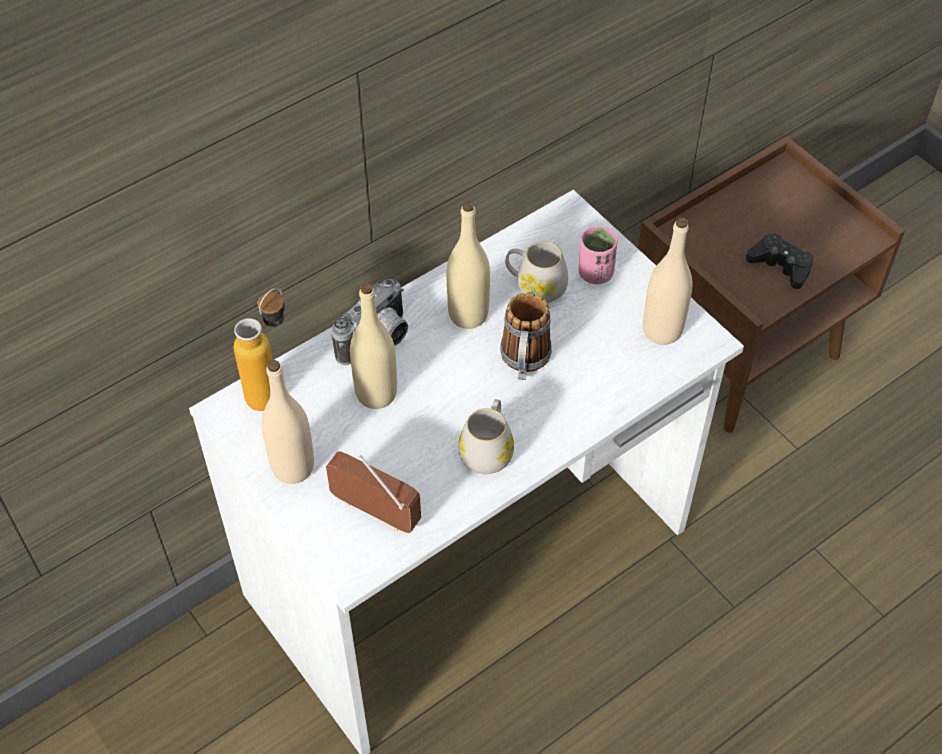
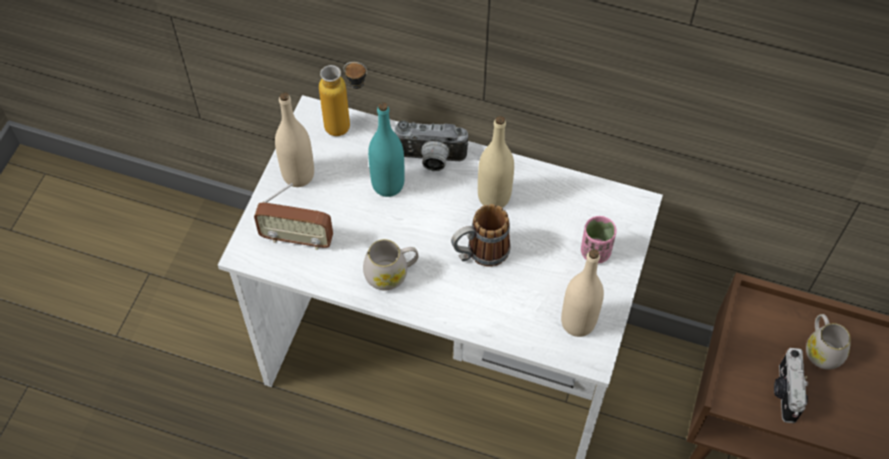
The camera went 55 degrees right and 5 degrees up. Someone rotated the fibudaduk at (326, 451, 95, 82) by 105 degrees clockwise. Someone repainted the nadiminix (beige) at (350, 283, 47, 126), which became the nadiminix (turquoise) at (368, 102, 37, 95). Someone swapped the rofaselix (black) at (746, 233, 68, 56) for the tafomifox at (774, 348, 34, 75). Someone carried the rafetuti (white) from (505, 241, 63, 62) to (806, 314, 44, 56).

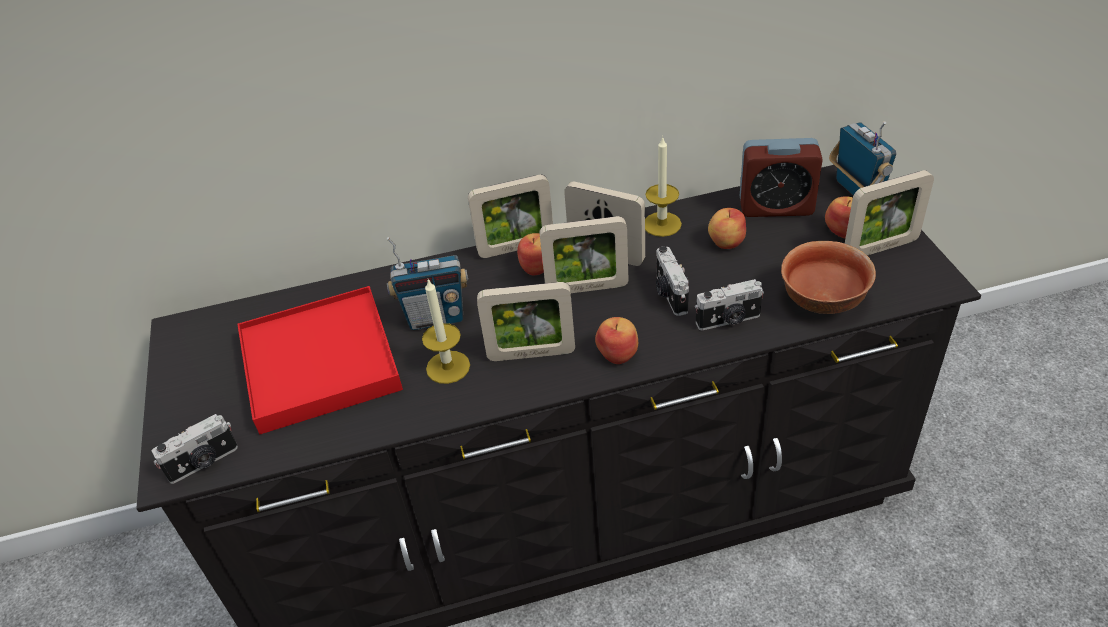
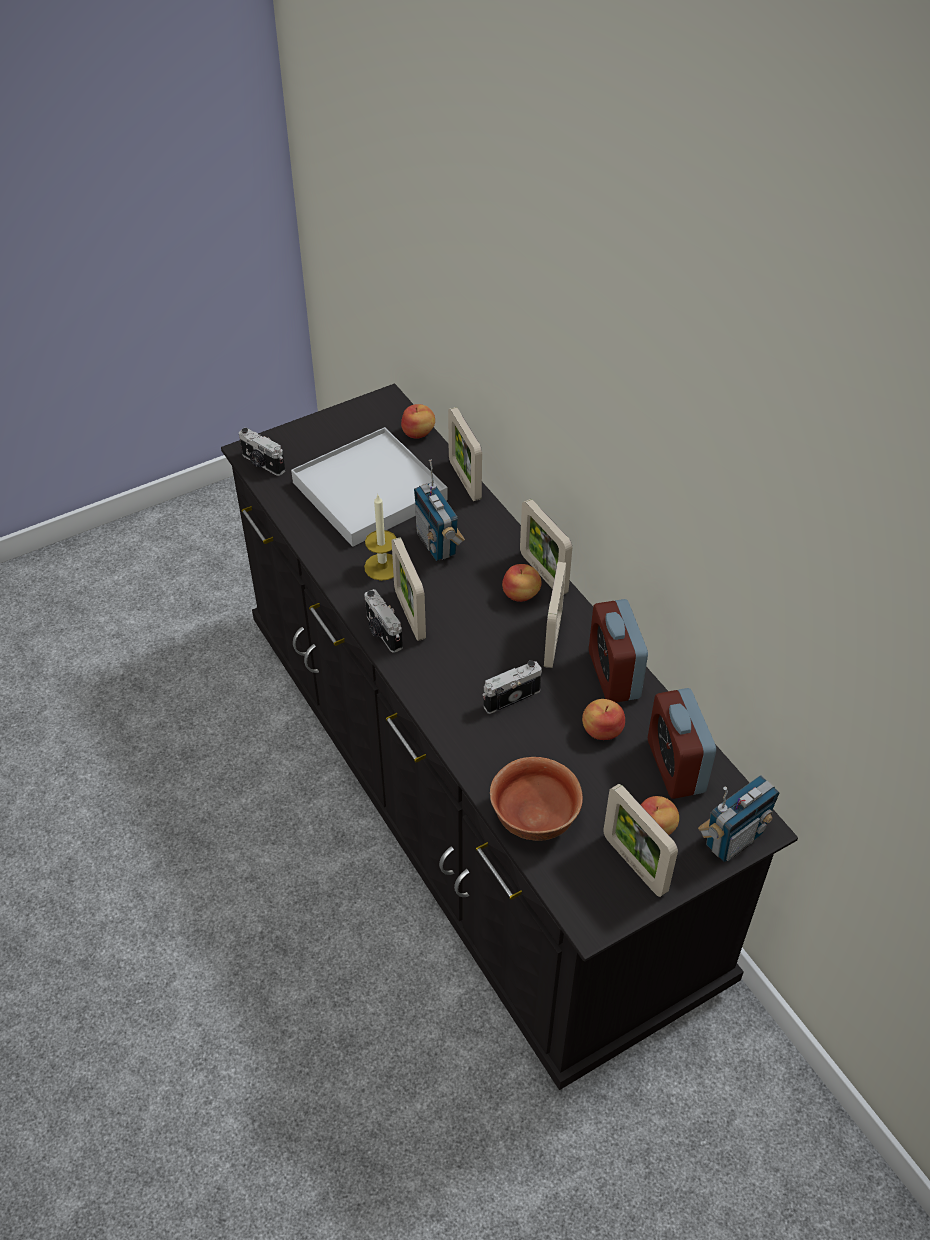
The camera went 70 degrees right and 5 degrees up. Someone repainted the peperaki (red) at (237, 286, 166, 148), which became the peperaki (white) at (291, 427, 157, 120). Someone carried the tafomifox from (695, 279, 69, 51) to (364, 589, 39, 64). Someone carried the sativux from (595, 317, 43, 47) to (401, 404, 34, 35). Someone carried the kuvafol from (539, 216, 89, 77) to (448, 407, 34, 94). Someone swapped the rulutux at (645, 137, 37, 100) for the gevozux at (589, 599, 59, 103).

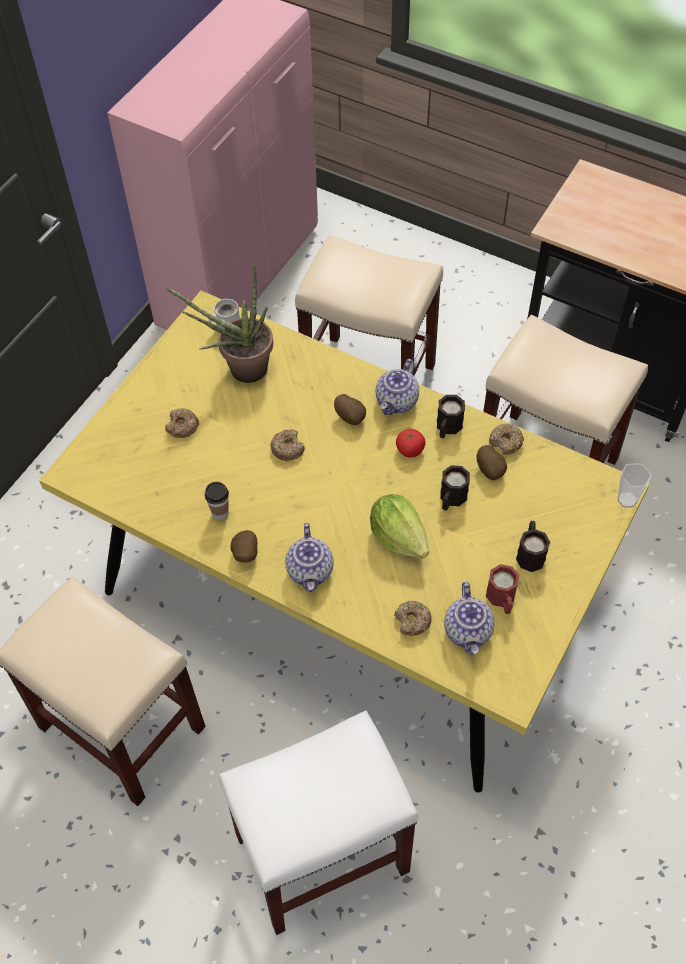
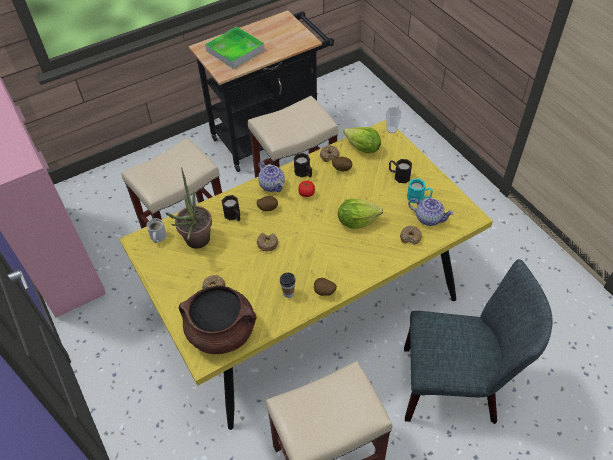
The camera went 60 degrees left and 5 degrees down. Someone put down the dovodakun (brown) at (179, 285, 78, 69). Someone put down the peperaki at (205, 26, 60, 43). Someone carried the rafetuti (black) from (440, 465, 30, 46) to (222, 195, 18, 26). Someone put down the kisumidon at (343, 127, 38, 26). Someone swapped the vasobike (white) at (218, 710, 200, 225) for the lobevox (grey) at (404, 259, 149, 165). Someone repainted the rafetuti (red) at (486, 564, 33, 50), which became the rafetuti (turquoise) at (407, 179, 26, 24). Someone took away the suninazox at (285, 523, 49, 69).

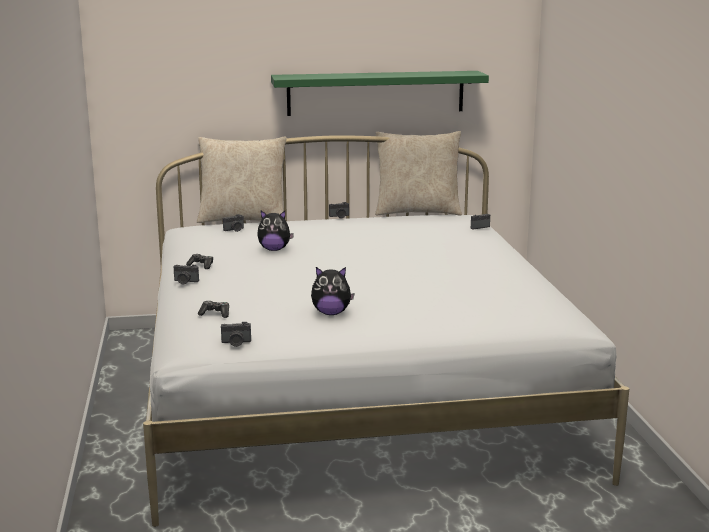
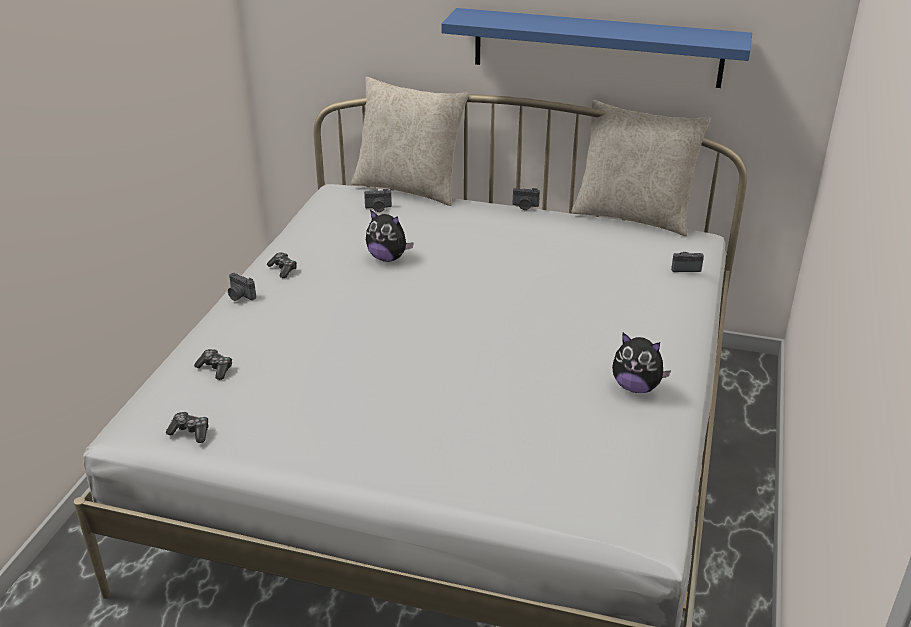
The camera went 25 degrees right and 15 degrees up. Someone swapped the tafomifox at (221, 322, 30, 25) for the rofaselix at (166, 412, 42, 31). Someone repainted the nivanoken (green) at (271, 71, 218, 45), which became the nivanoken (blue) at (441, 8, 311, 80). Someone carried the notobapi from (311, 267, 44, 48) to (612, 333, 59, 60).

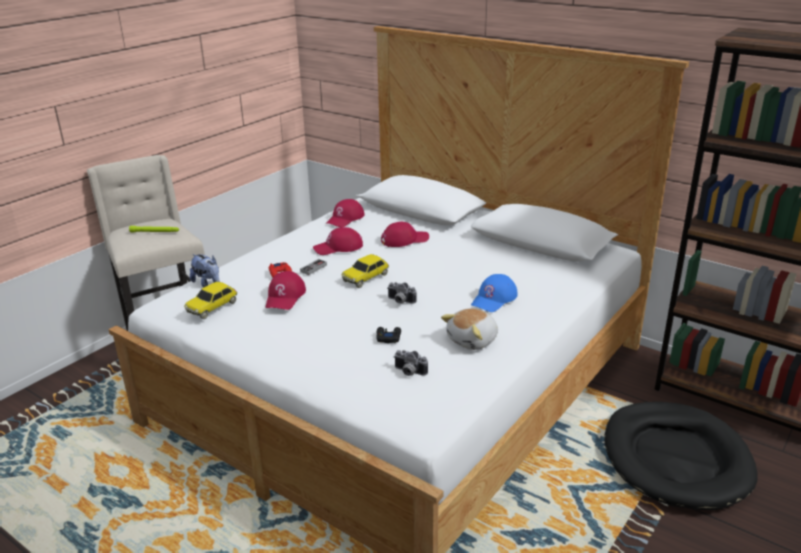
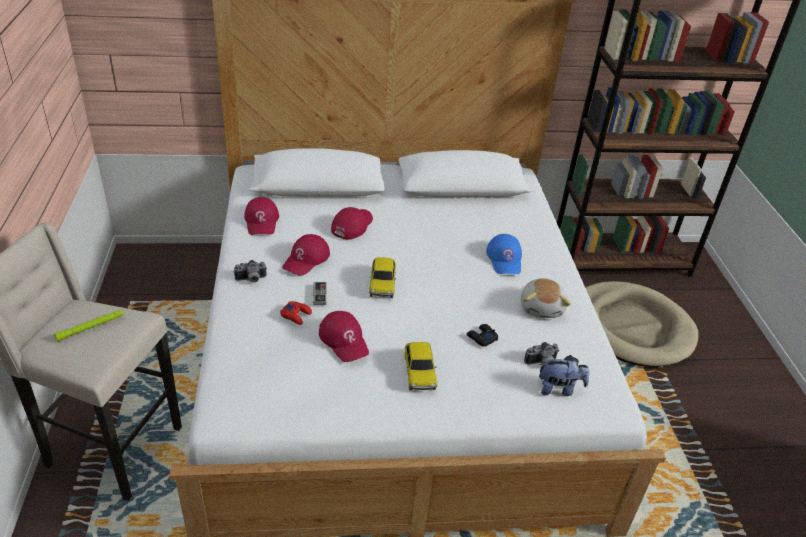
The camera went 45 degrees left and 10 degrees up. Someone carried the tafomifox from (388, 282, 29, 22) to (234, 260, 33, 23). Someone carried the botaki from (184, 282, 53, 37) to (405, 342, 32, 49). Someone carried the notobapi from (190, 254, 29, 34) to (539, 355, 51, 41). Someone repainted the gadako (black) at (605, 402, 153, 108), which became the gadako (beige) at (585, 281, 113, 86).

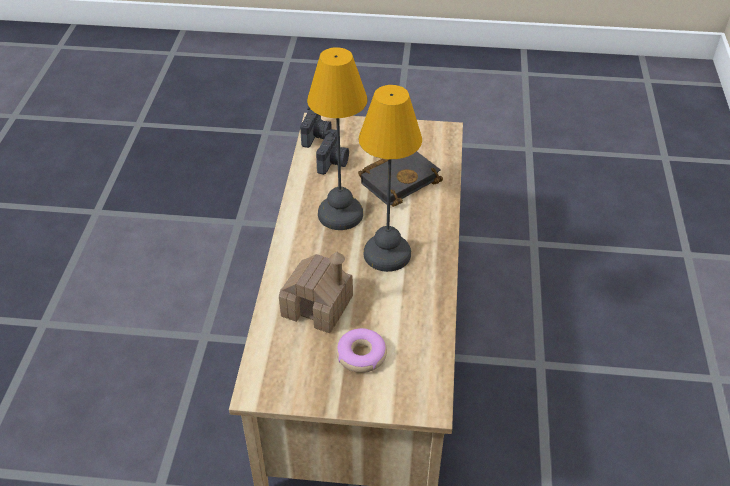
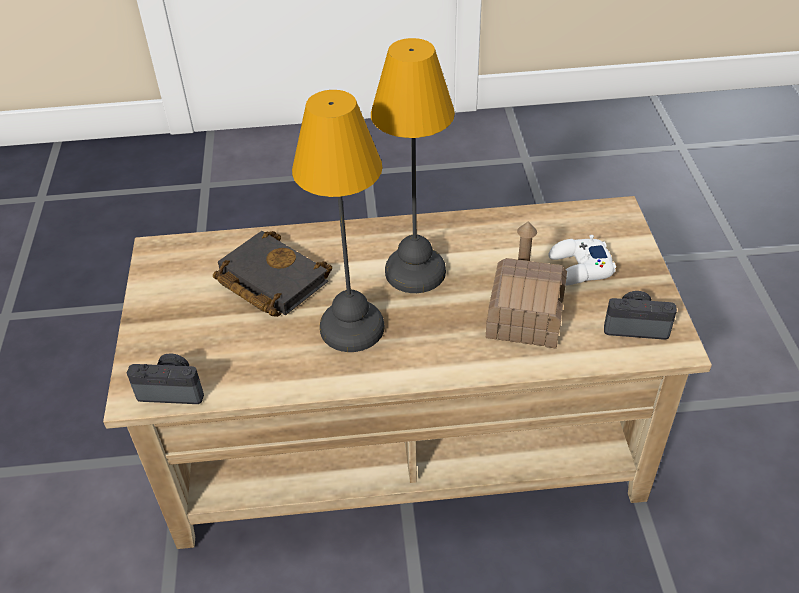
The camera went 100 degrees left and 0 degrees up. Someone swapped the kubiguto at (336, 328, 51, 45) for the rofaselix (white) at (549, 235, 67, 51). Someone carried the tafomifox from (316, 129, 33, 46) to (604, 291, 73, 49).

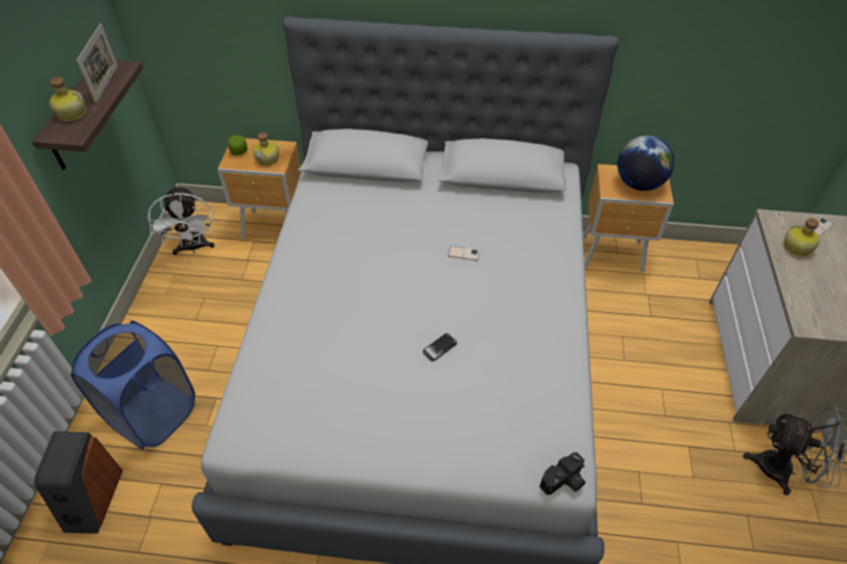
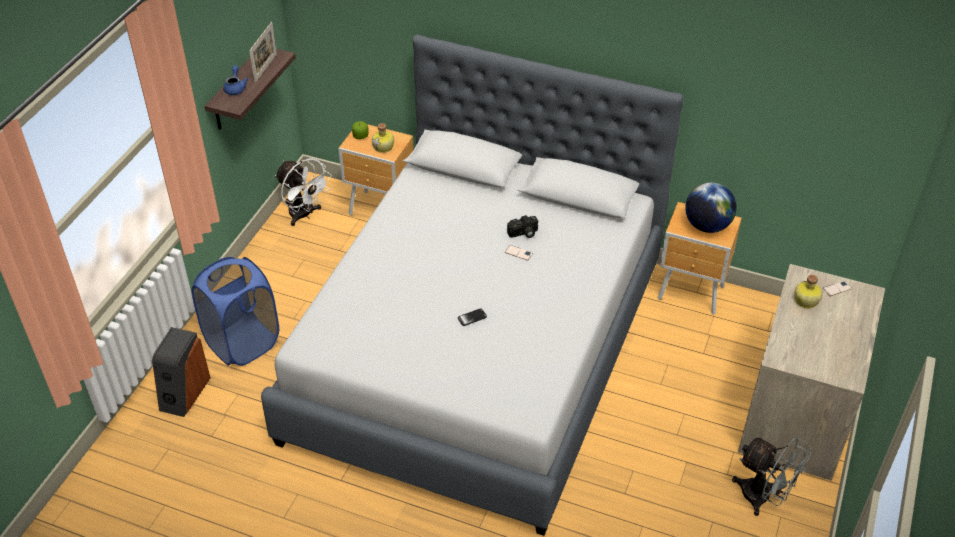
The camera went 15 degrees right and 5 degrees down. Someone swapped the nadiminix at (49, 77, 37, 44) for the suninazox (blue) at (223, 66, 25, 29). Someone rotated the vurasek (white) at (148, 185, 67, 70) by 45 degrees counterclockwise. Someone carried the tafomifox from (540, 452, 46, 43) to (507, 215, 31, 23).

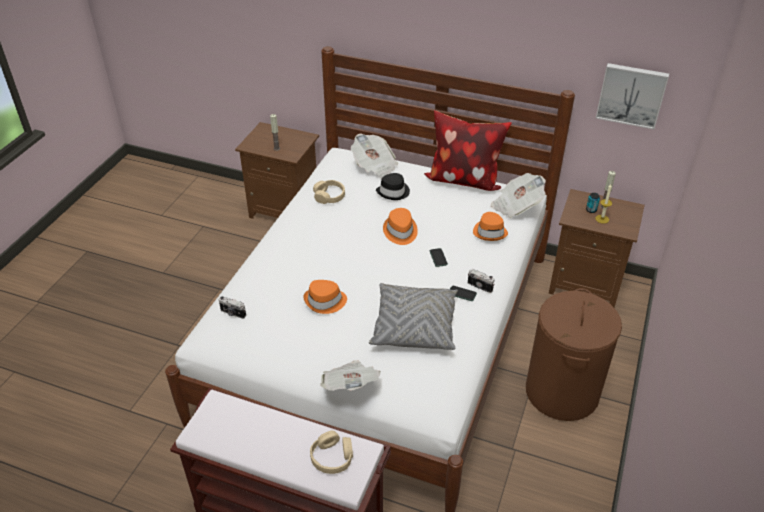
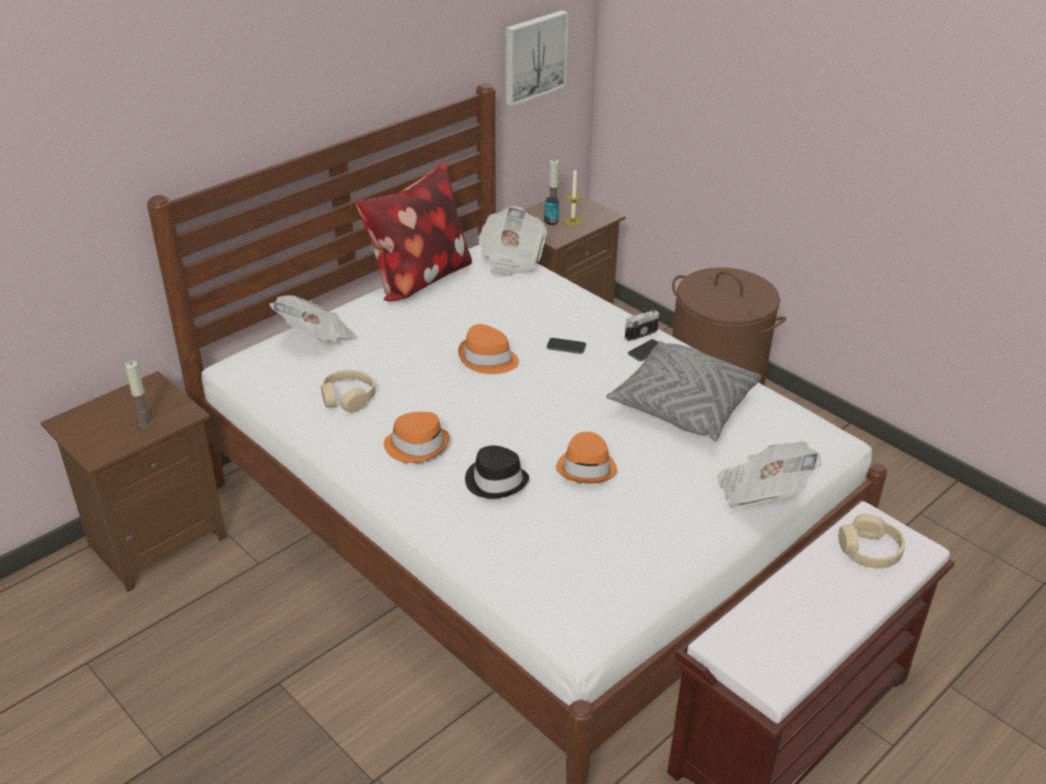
The camera went 65 degrees left and 5 degrees down. Someone carried the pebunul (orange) from (473, 212, 35, 29) to (384, 412, 66, 51). Someone carried the pebunul (black) from (376, 173, 34, 27) to (465, 446, 64, 53). Someone took away the tafomifox at (219, 296, 27, 23).

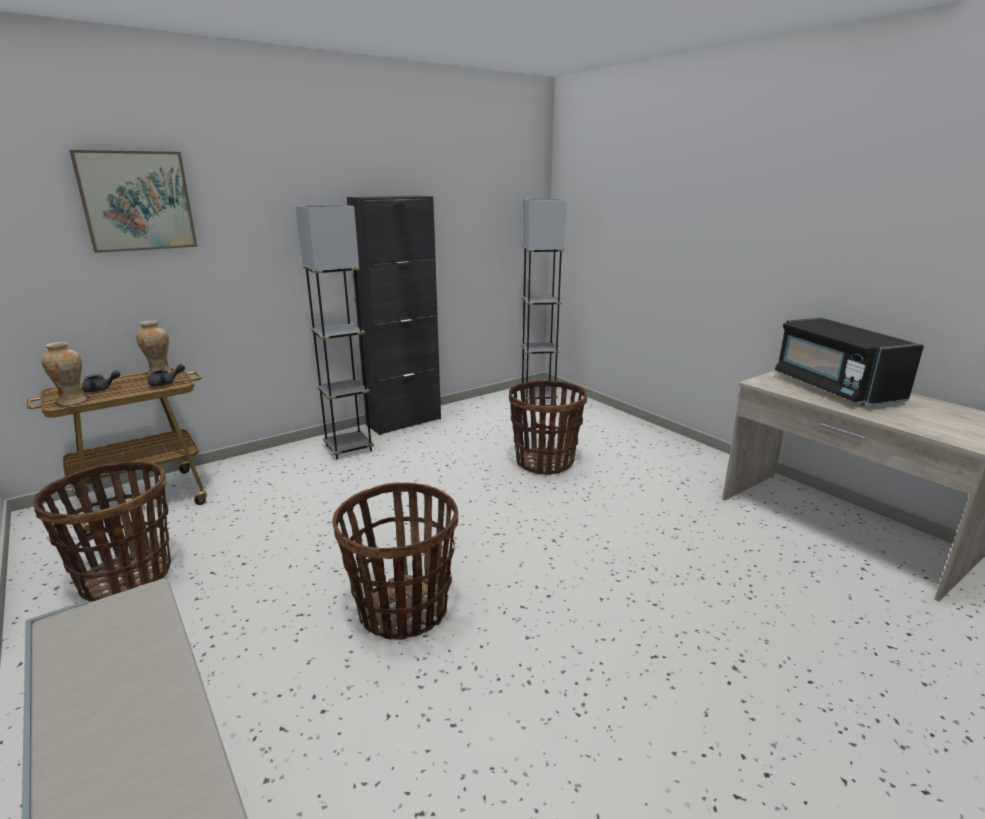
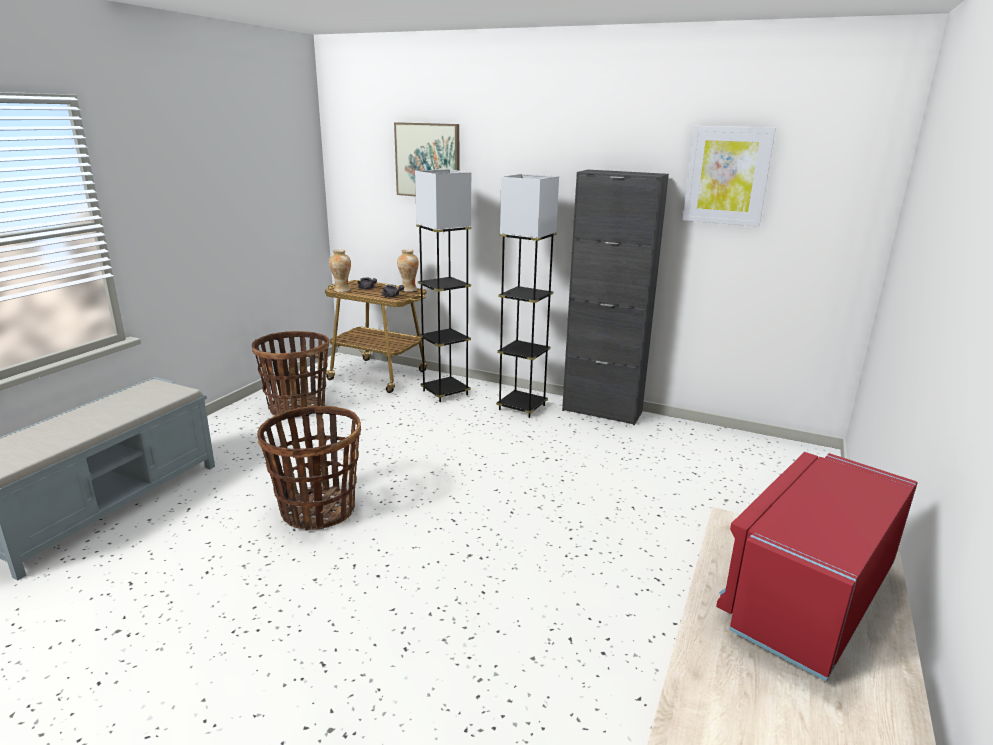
The camera went 60 degrees right and 0 degrees up. Someone carried the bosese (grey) from (521, 199, 45, 204) to (415, 169, 56, 233). Someone put up the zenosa at (683, 126, 93, 101). Someone repainted the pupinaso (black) at (775, 318, 149, 88), which became the pupinaso (red) at (716, 452, 202, 229). Someone took away the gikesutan at (509, 380, 78, 95).

